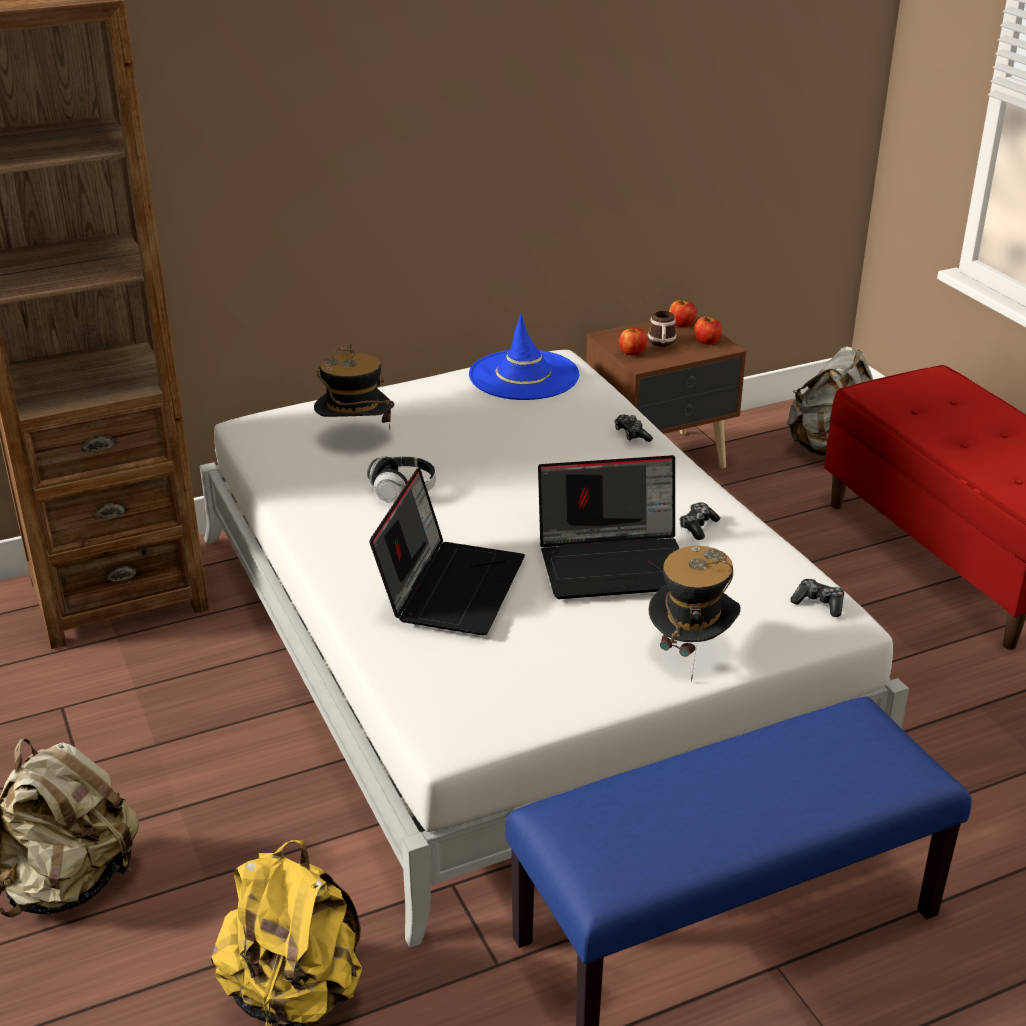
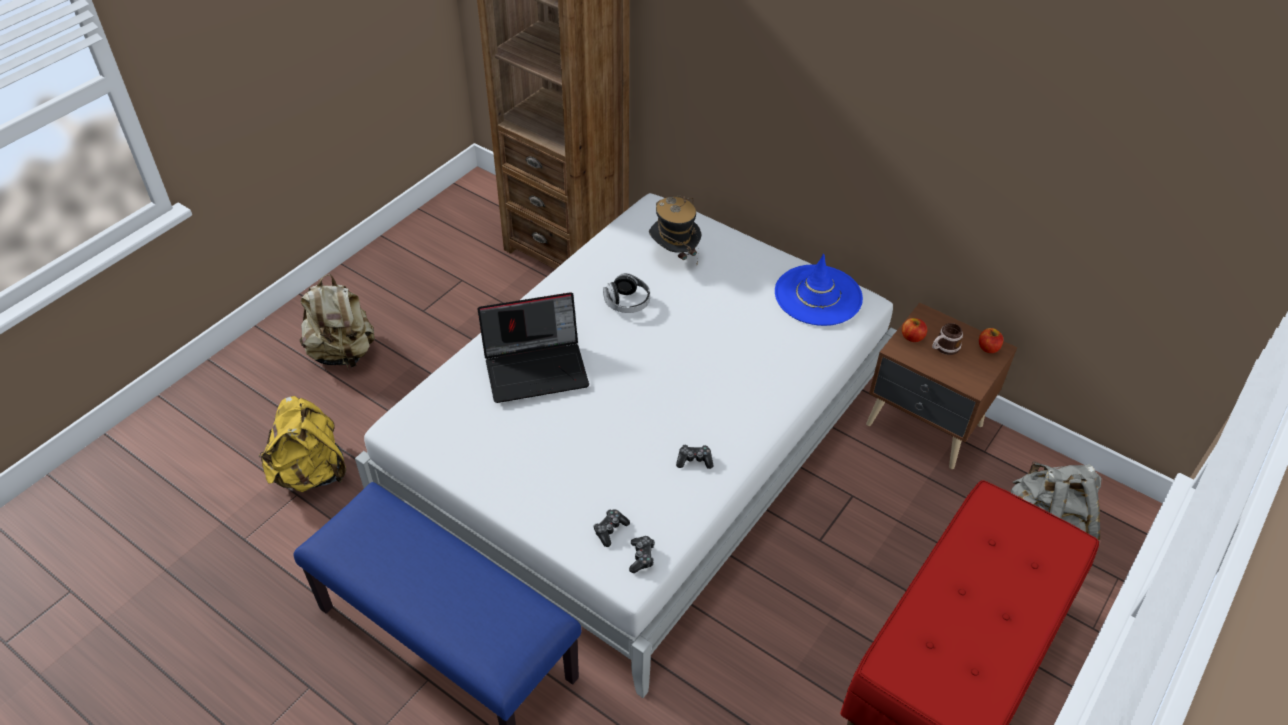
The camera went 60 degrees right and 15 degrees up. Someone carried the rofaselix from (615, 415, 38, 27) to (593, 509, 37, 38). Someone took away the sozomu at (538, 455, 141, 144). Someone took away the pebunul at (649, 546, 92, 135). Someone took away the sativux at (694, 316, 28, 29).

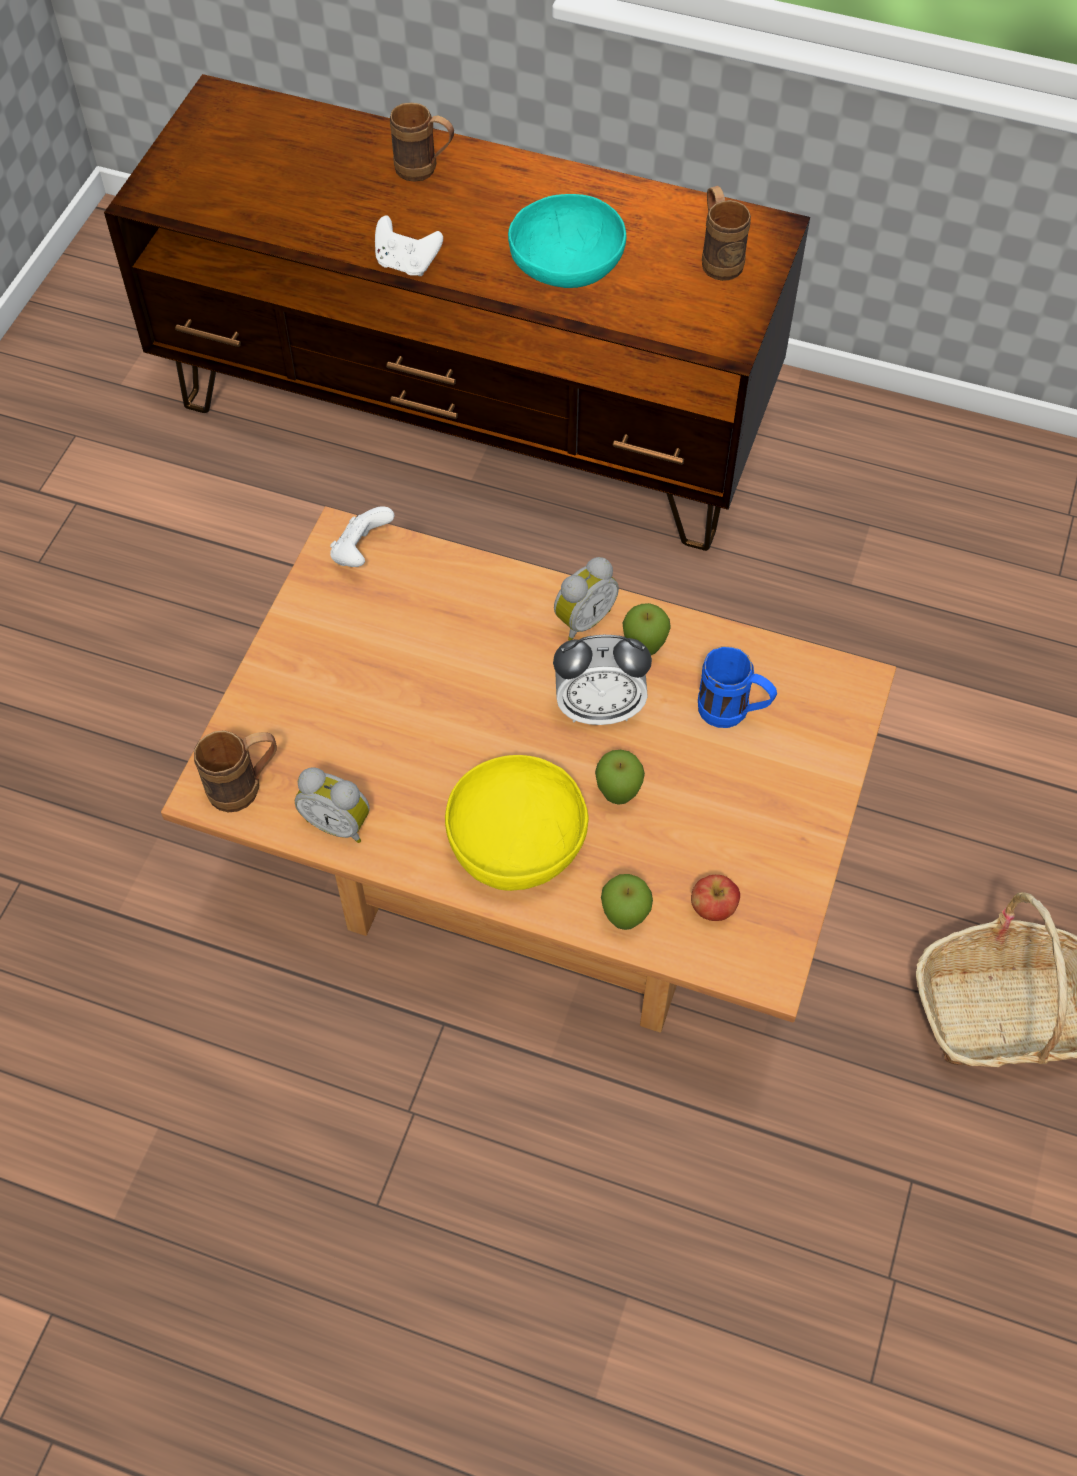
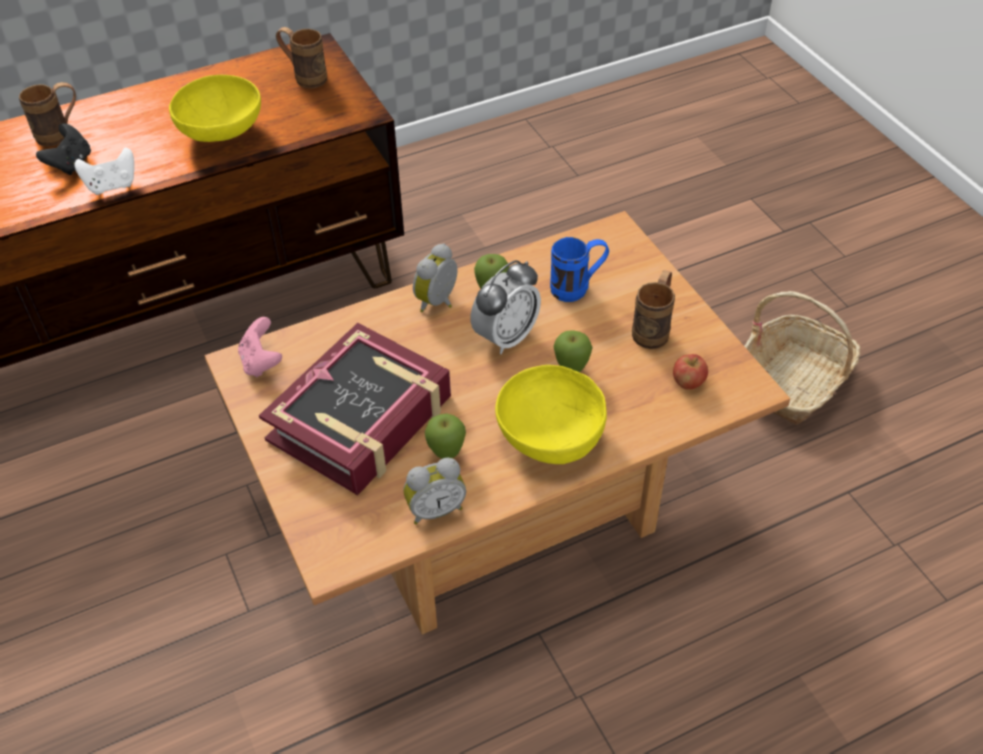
The camera went 45 degrees left and 10 degrees down. Someone put down the rofaselix (black) at (36, 123, 55, 52). Someone repainted the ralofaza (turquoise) at (508, 194, 118, 94), which became the ralofaza (yellow) at (169, 75, 92, 67). Someone repainted the rofaselix (white) at (330, 506, 64, 61), which became the rofaselix (pink) at (238, 317, 44, 61). Someone put down the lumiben at (259, 323, 192, 172). Someone rotated the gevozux at (554, 557, 65, 84) by 150 degrees counterclockwise. Someone carried the sativux from (601, 874, 52, 56) to (425, 414, 41, 45). Someone carried the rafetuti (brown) from (194, 730, 83, 82) to (632, 270, 43, 79).

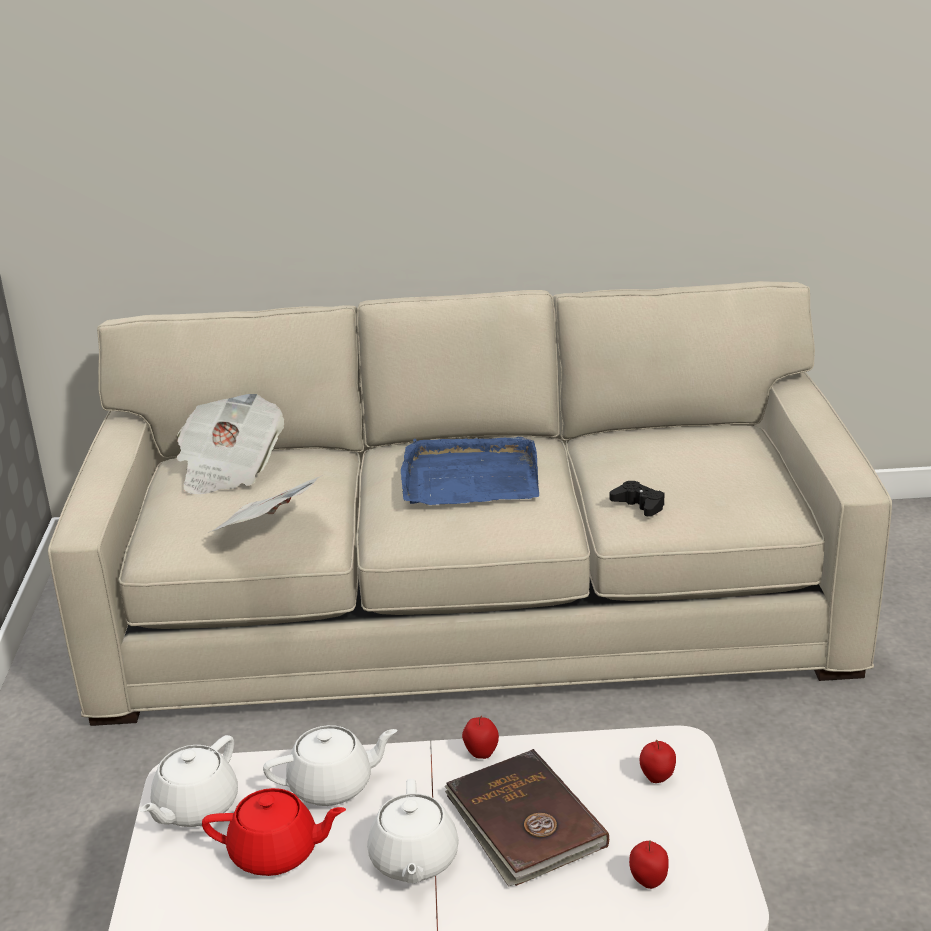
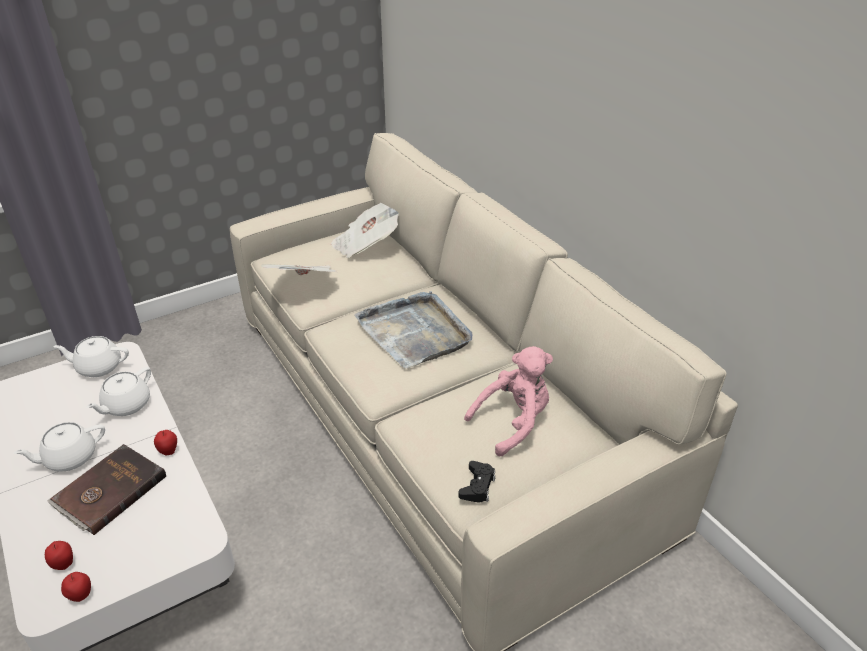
The camera went 60 degrees right and 10 degrees up. Someone carried the sativux from (640, 739, 36, 44) to (61, 572, 30, 30). Someone rotated the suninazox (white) at (263, 725, 134, 81) by 75 degrees clockwise. Someone repainted the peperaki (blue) at (401, 437, 138, 68), which became the peperaki (grey) at (354, 291, 118, 78). Someone carried the rofaselix (black) from (610, 481, 54, 36) to (458, 461, 37, 42). Someone put down the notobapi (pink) at (464, 346, 89, 110). Someone took away the suninazox (red) at (202, 788, 144, 88).

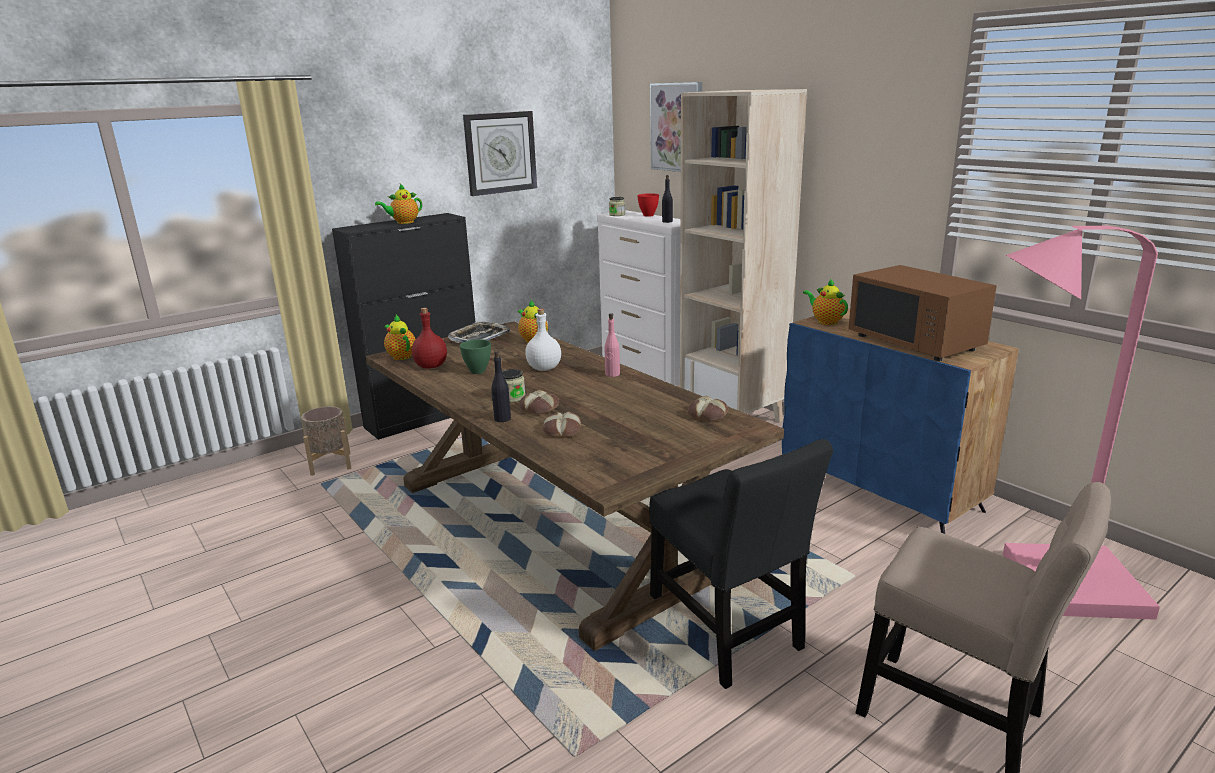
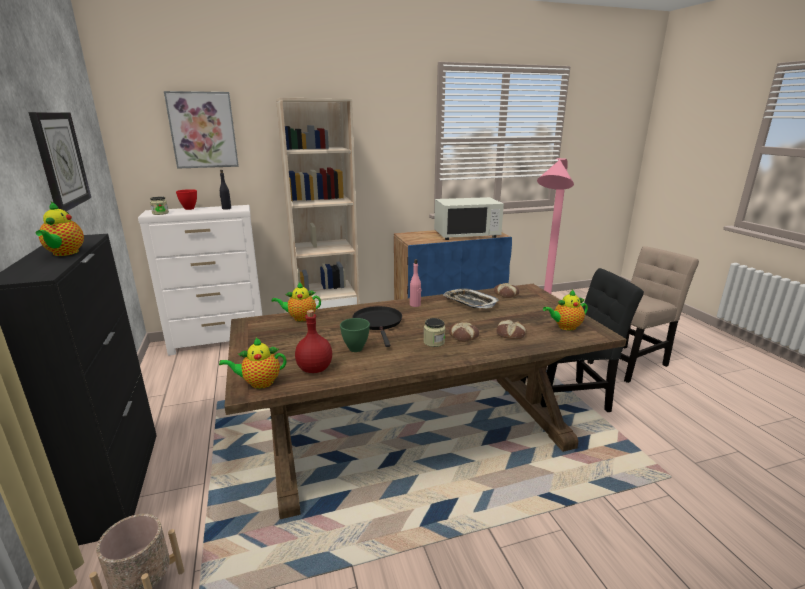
The camera went 70 degrees left and 0 degrees up. Someone swapped the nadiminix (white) at (525, 309, 36, 62) for the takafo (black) at (352, 306, 50, 41). Someone repainted the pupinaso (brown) at (849, 265, 148, 96), which became the pupinaso (white) at (434, 197, 70, 43). Someone carried the peperaki from (448, 322, 62, 21) to (443, 289, 56, 20). Someone carried the suninazox from (803, 278, 45, 47) to (543, 290, 45, 41). Someone took away the nadiminix (black) at (491, 351, 20, 71).

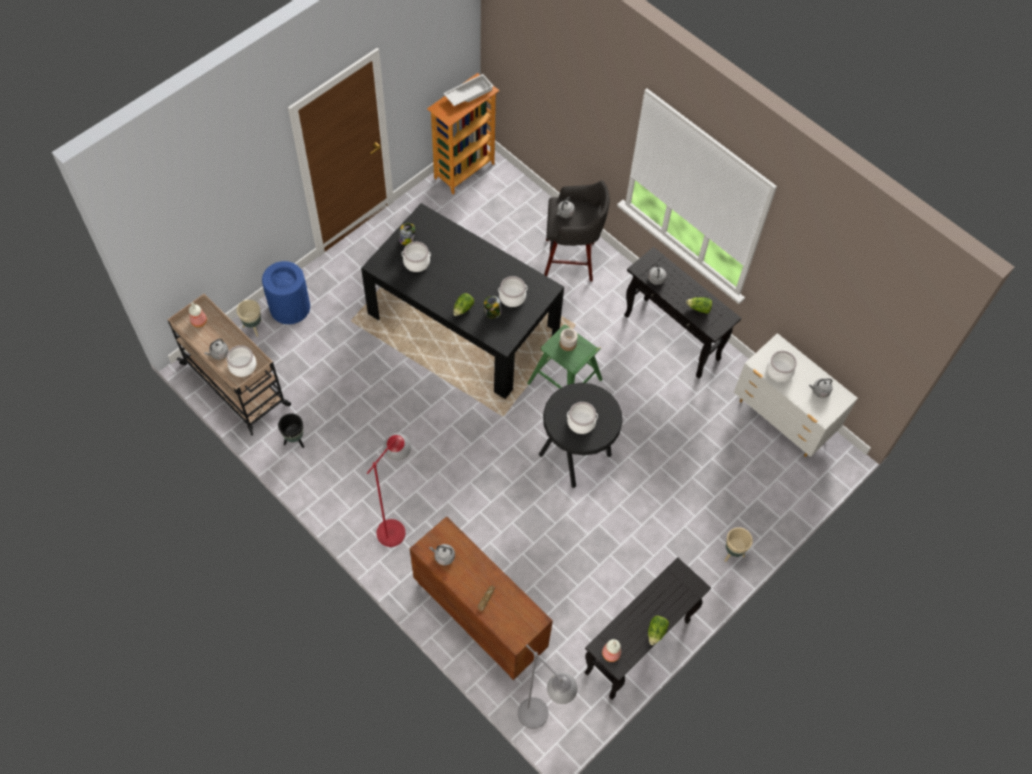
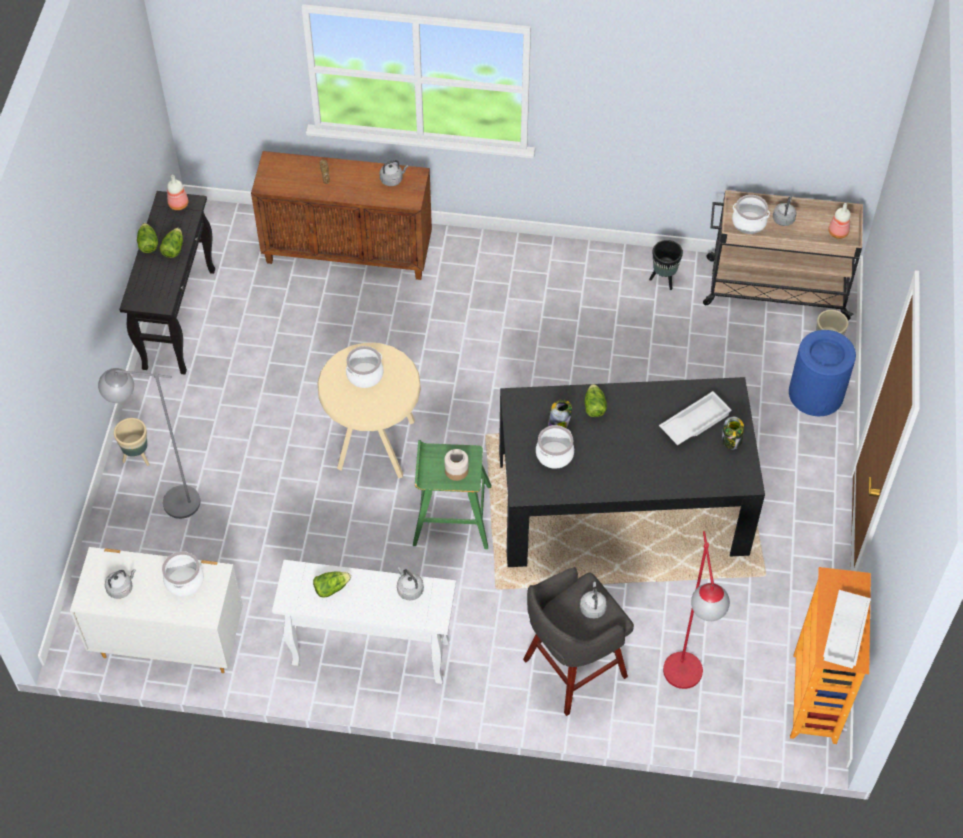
The camera went 145 degrees right and 5 degrees down. Someone carried the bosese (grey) from (518, 645, 60, 84) to (98, 368, 102, 151). Someone put down the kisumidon at (160, 228, 23, 30). Someone repainted the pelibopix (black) at (624, 247, 117, 132), which became the pelibopix (white) at (272, 560, 184, 124). Someone repainted the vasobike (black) at (539, 383, 83, 105), which became the vasobike (beige) at (317, 343, 104, 135). Someone swapped the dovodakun at (402, 241, 29, 31) for the peperaki (white) at (659, 391, 73, 54). Someone carried the bosese (red) from (367, 433, 44, 114) to (663, 531, 67, 158).

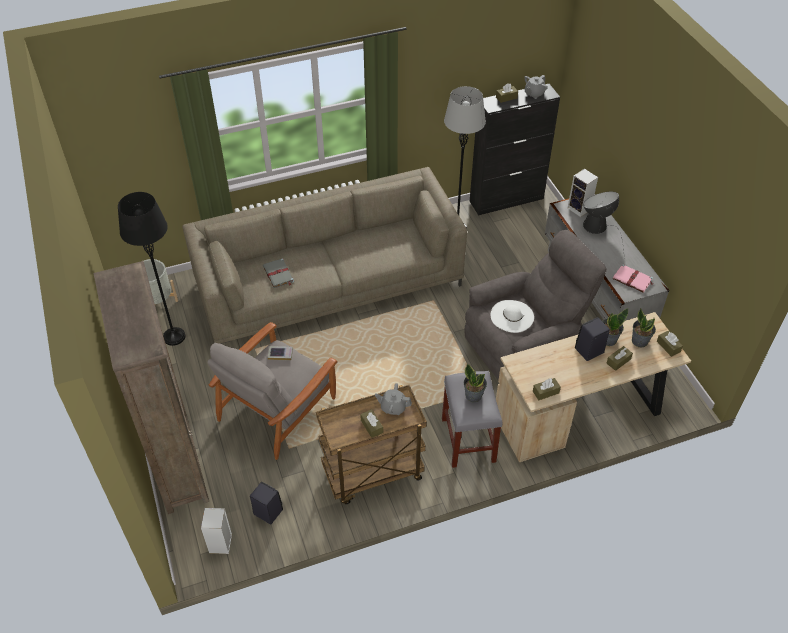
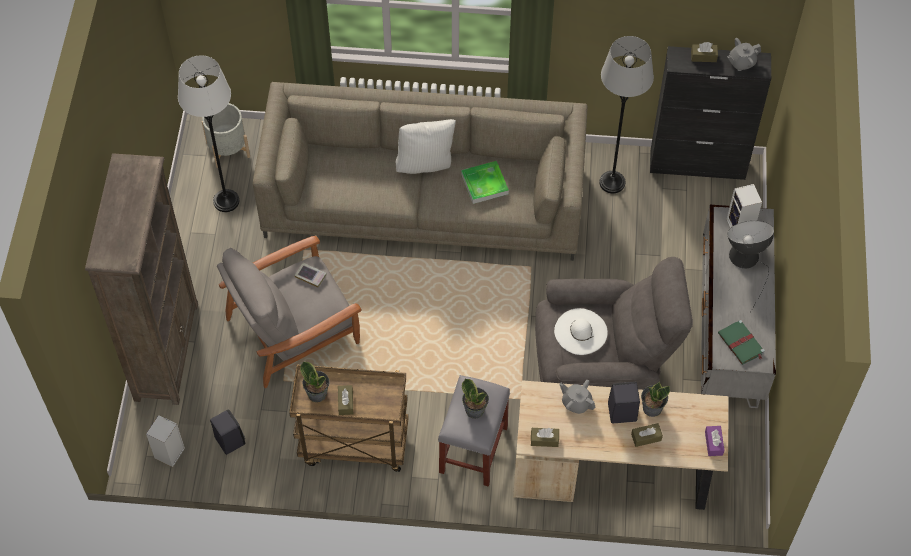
The camera went 25 degrees right and 10 degrees up. Someone repainted the bosese (black) at (118, 192, 68, 154), which became the bosese (white) at (178, 55, 61, 157). Someone carried the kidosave from (632, 308, 24, 40) to (300, 361, 30, 41). Someone put down the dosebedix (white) at (396, 119, 60, 55). Someone put down the peperaki at (461, 161, 48, 43). Someone carried the suninazox (grey) from (375, 383, 37, 32) to (559, 380, 36, 34). Someone repainted the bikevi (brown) at (657, 331, 26, 26), which became the bikevi (purple) at (705, 426, 19, 30). Someone repainted the lumiben (pink) at (613, 264, 40, 28), which became the lumiben (green) at (718, 320, 47, 45). Someone took away the lumiben (grey) at (263, 258, 31, 30).

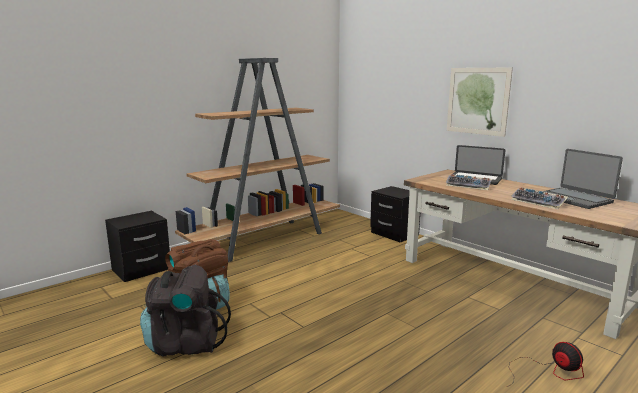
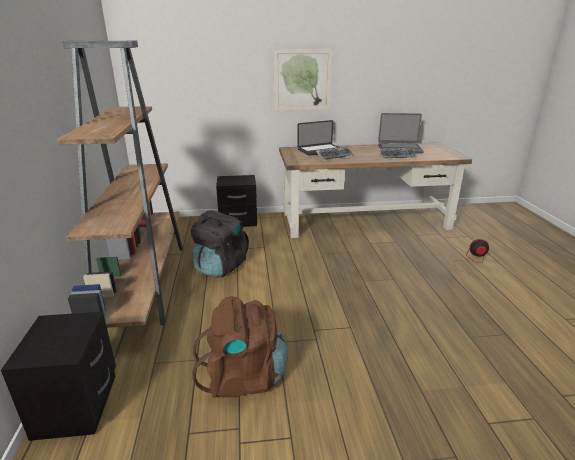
The camera went 55 degrees left and 10 degrees up. Someone carried the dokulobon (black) from (140, 265, 91, 91) to (191, 210, 58, 67).

